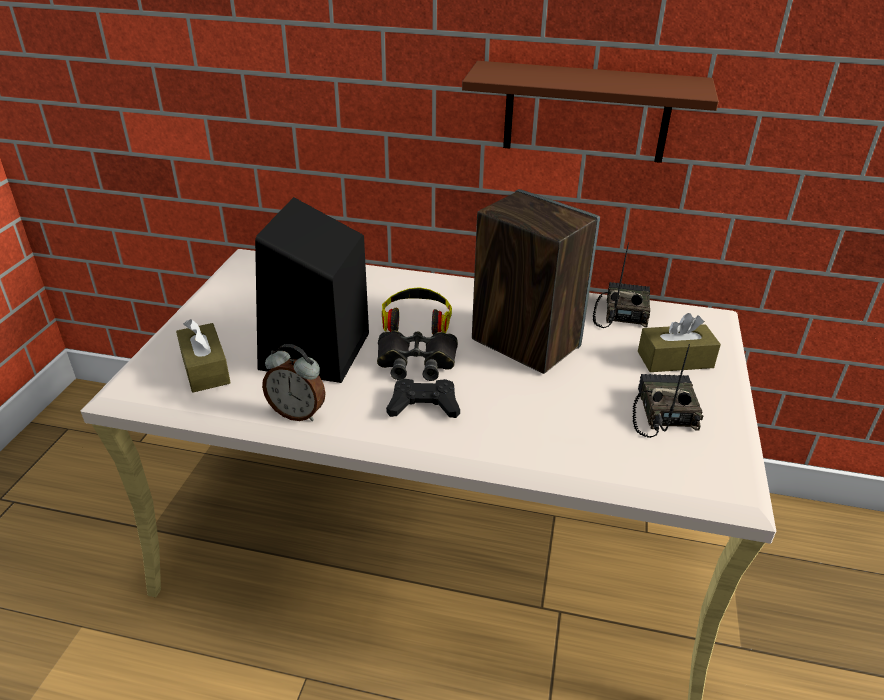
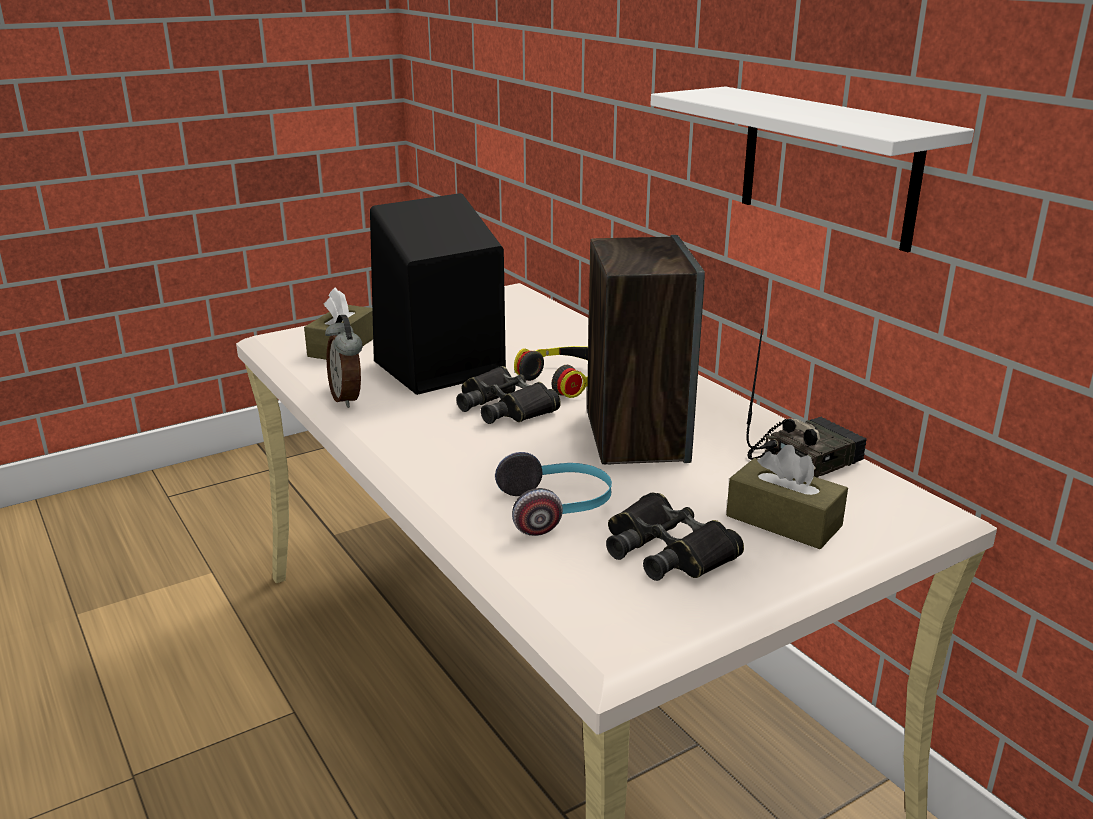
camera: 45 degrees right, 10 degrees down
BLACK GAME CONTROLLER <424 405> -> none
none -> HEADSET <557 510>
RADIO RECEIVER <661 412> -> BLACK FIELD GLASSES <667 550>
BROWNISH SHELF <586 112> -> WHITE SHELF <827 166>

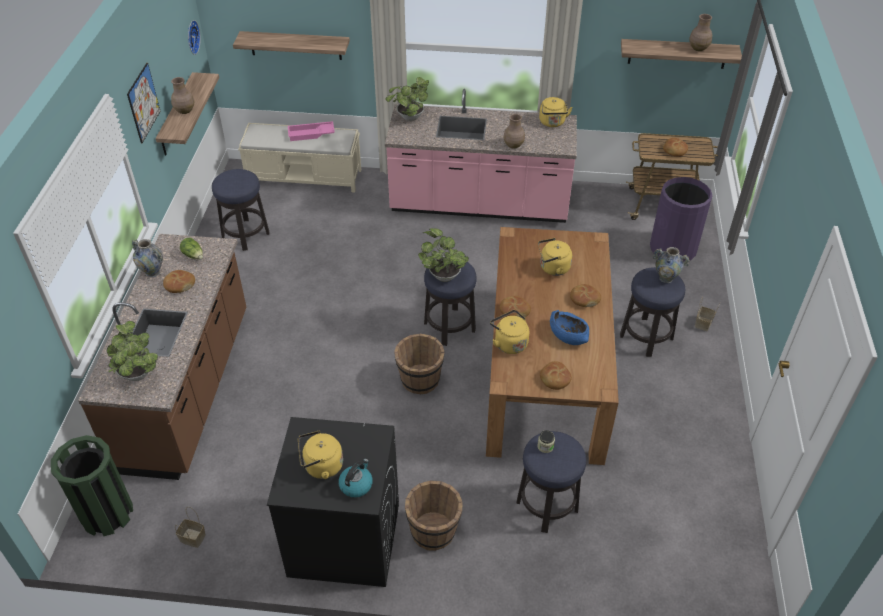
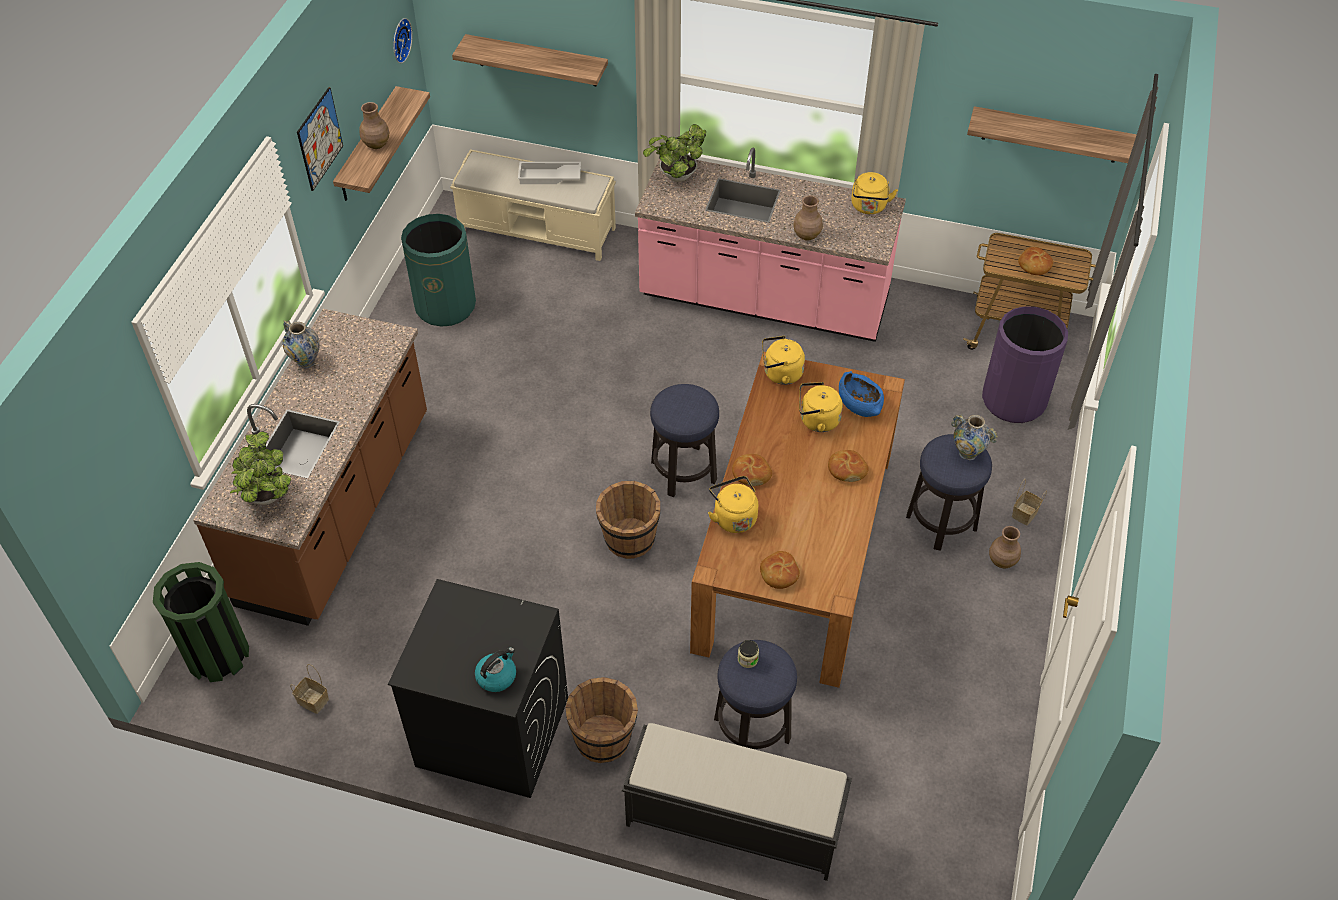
camera: 10 degrees right, 5 degrees up
BAKED BREAD <179 285> -> none
LETTUCE <194 255> -> none
POTTED PLANT <443 275> -> none
none -> BLACK INDOOR BENCH <732 821>
YELLOW-COLOURED TEA KETTLE <321 466> -> YELLOW-COLOURED TEA KETTLE <780 374>, move
BLUE DEEP DISH <567 335> -> BLUE DEEP DISH <859 403>, move
BROWNISH VASE <698 48> -> BROWNISH VASE <1001 561>, move
STOOL <245 235> -> GREEN RUBBISH BIN <445 305>
PINK SERVING TRAY <311 134> -> WHITE SERVING TRAY <549 177>

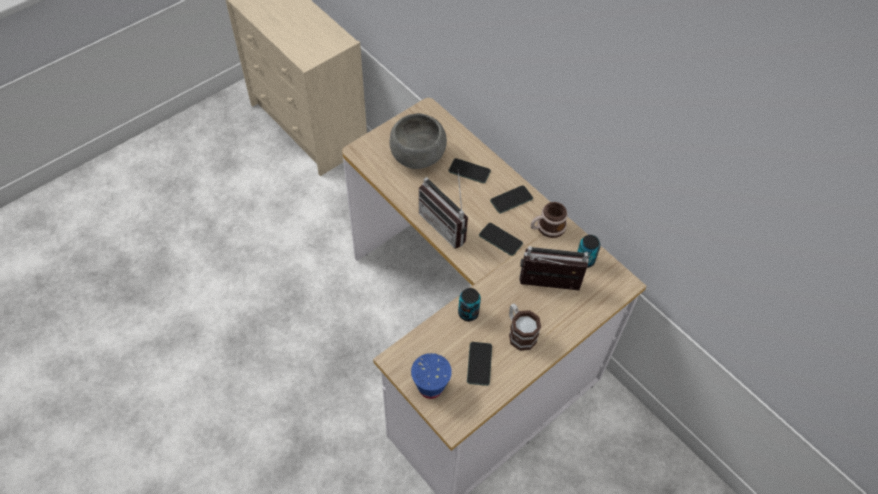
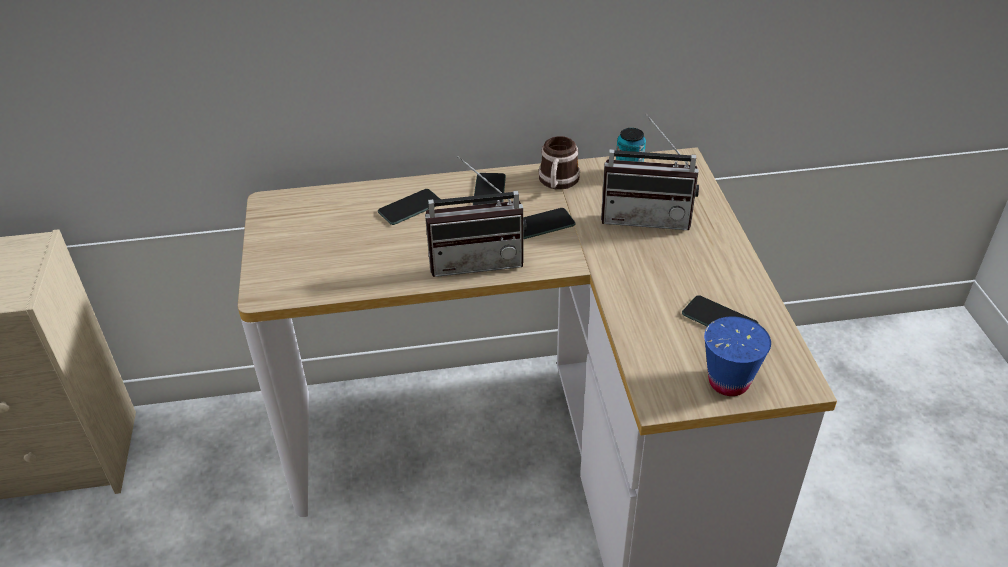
camera: 55 degrees left, 15 degrees down
GREY DEEP DISH <417 156> -> none
CAN <468 313> -> none
MUG <519 333> -> none
RADIO RECEIVER <548 288> -> RADIO RECEIVER <647 216>, 120 degrees counterclockwise

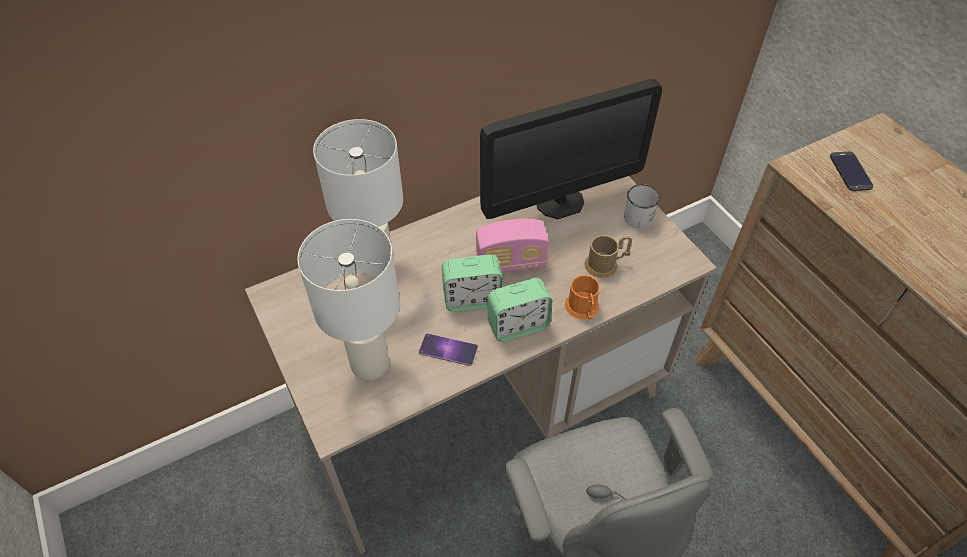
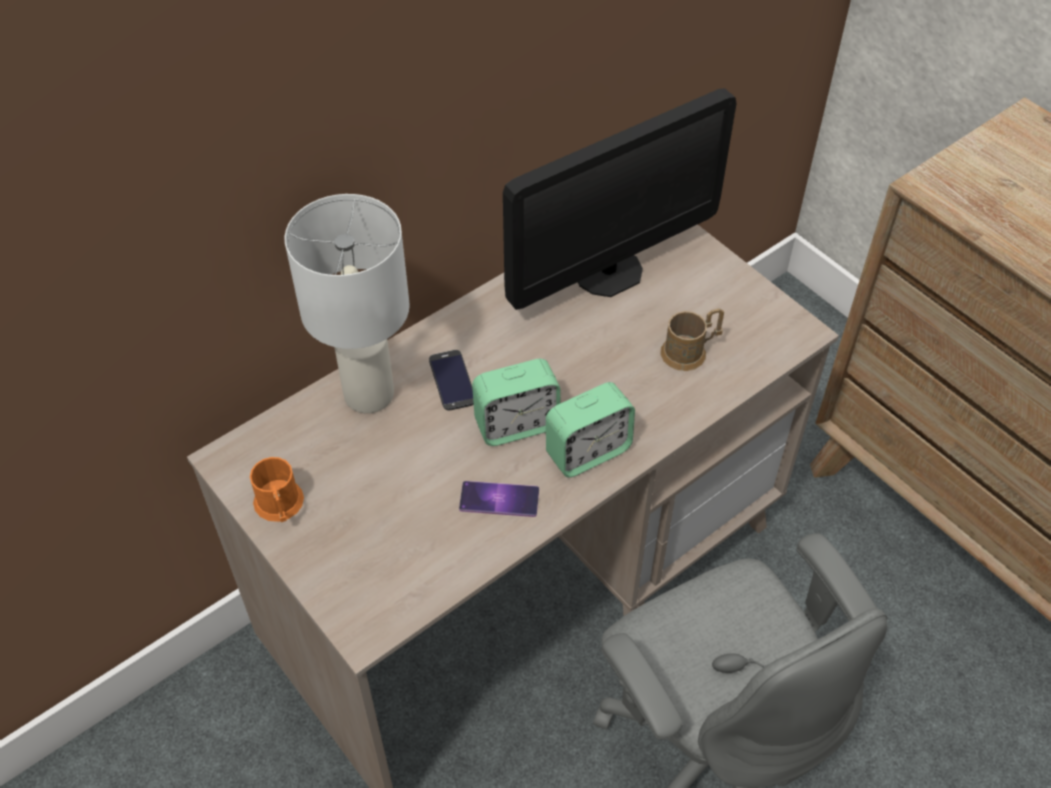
camera: 10 degrees left, 0 degrees up
WHITE TABLETOP LAMP <370 364> -> none
RADIO RECEIVER <510 263> -> none
WHITE MUG <638 214> -> none
ORANGE-COLOURED MUG <583 309> -> ORANGE-COLOURED MUG <280 506>, move
HANDSET <850 171> -> HANDSET <452 380>, move

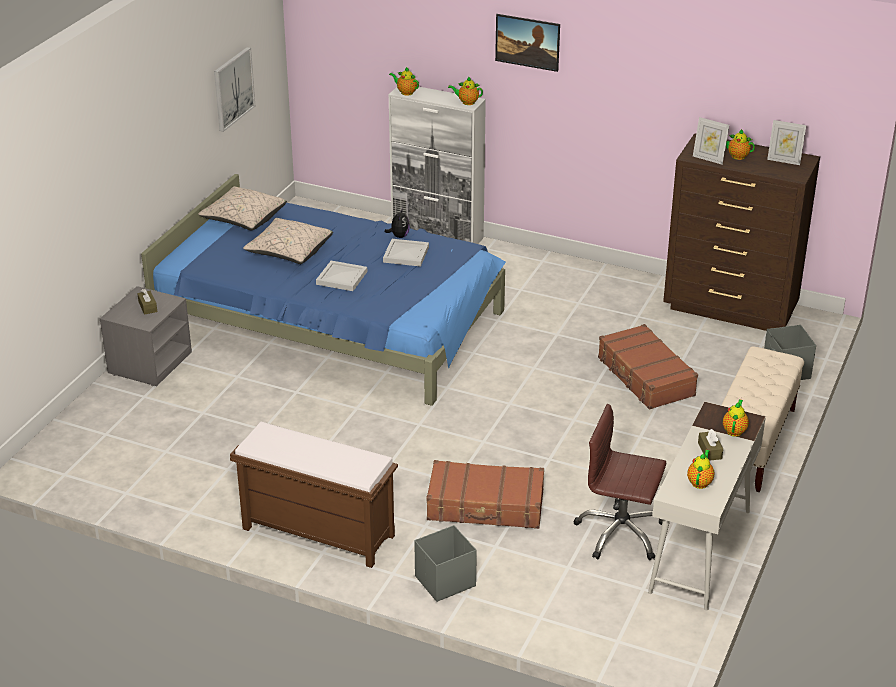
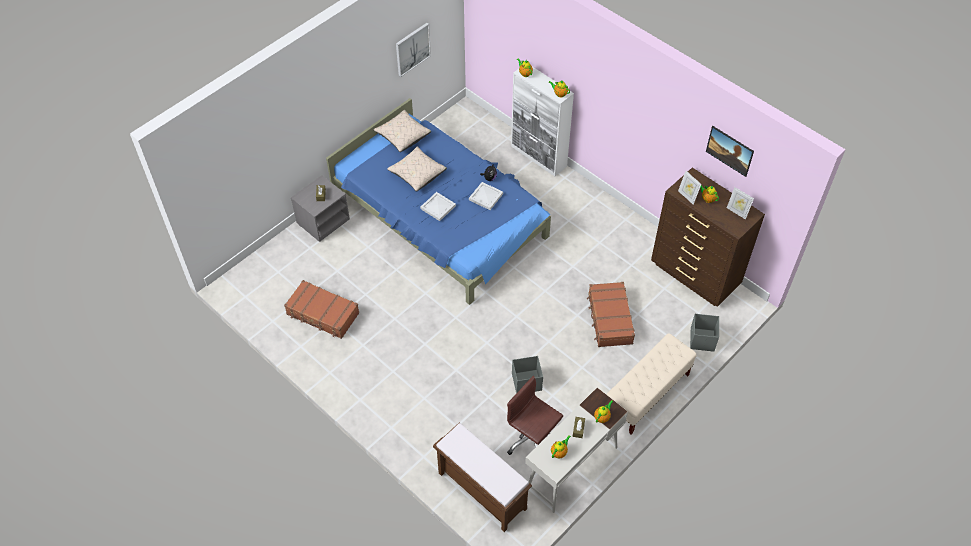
camera: 20 degrees right, 20 degrees up
BROWNISH INDOOR BENCH <316 532> -> BROWNISH INDOOR BENCH <481 490>, move
GREY STORAGE CONTAINER <444 581> -> GREY STORAGE CONTAINER <526 382>, move
BROWNISH TRAVEL CASE <486 506> -> BROWNISH TRAVEL CASE <323 314>, move
WALL PICTURE <527 54> -> WALL PICTURE <728 157>, move

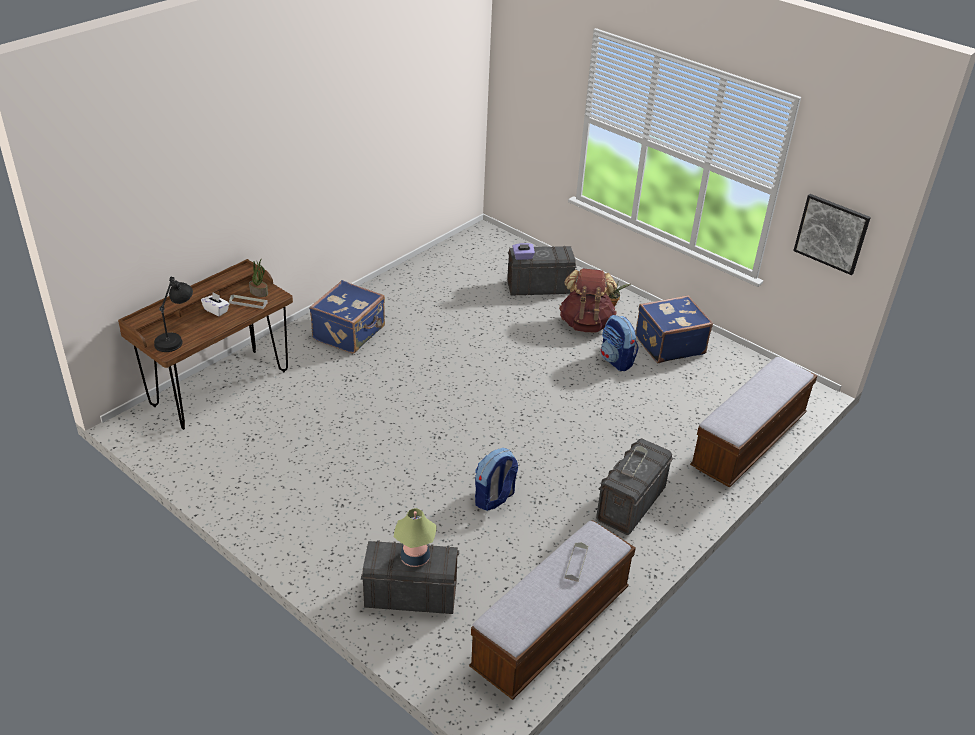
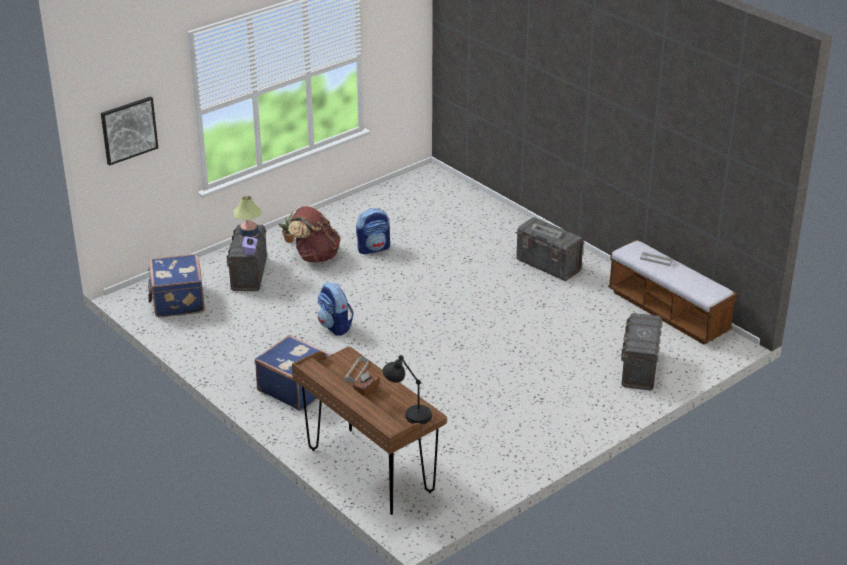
camera: 80 degrees left, 5 degrees down
POTTED PLANT <259 292> -> none
INDOOR BENCH <748 442> -> none
TABLETOP LAMP <415 557> -> TABLETOP LAMP <249 235>, move
BACKPACK <494 499> -> BACKPACK <335 326>, move
BLUE TRAVEL CASE <668 344> -> BLUE TRAVEL CASE <177 302>, move
WALL PICTURE <831 233> -> WALL PICTURE <129 130>, move
WHITE TISSUE HOLDER <216 310> -> BROWNISH TISSUE HOLDER <366 390>

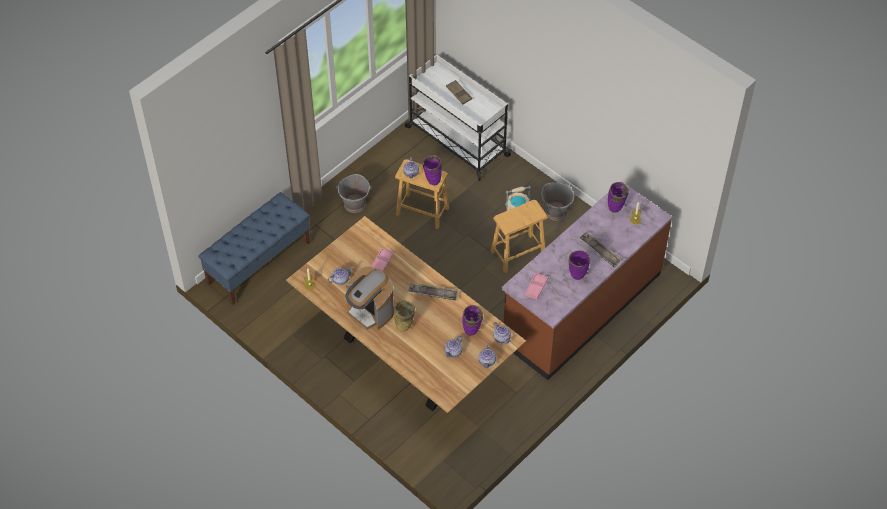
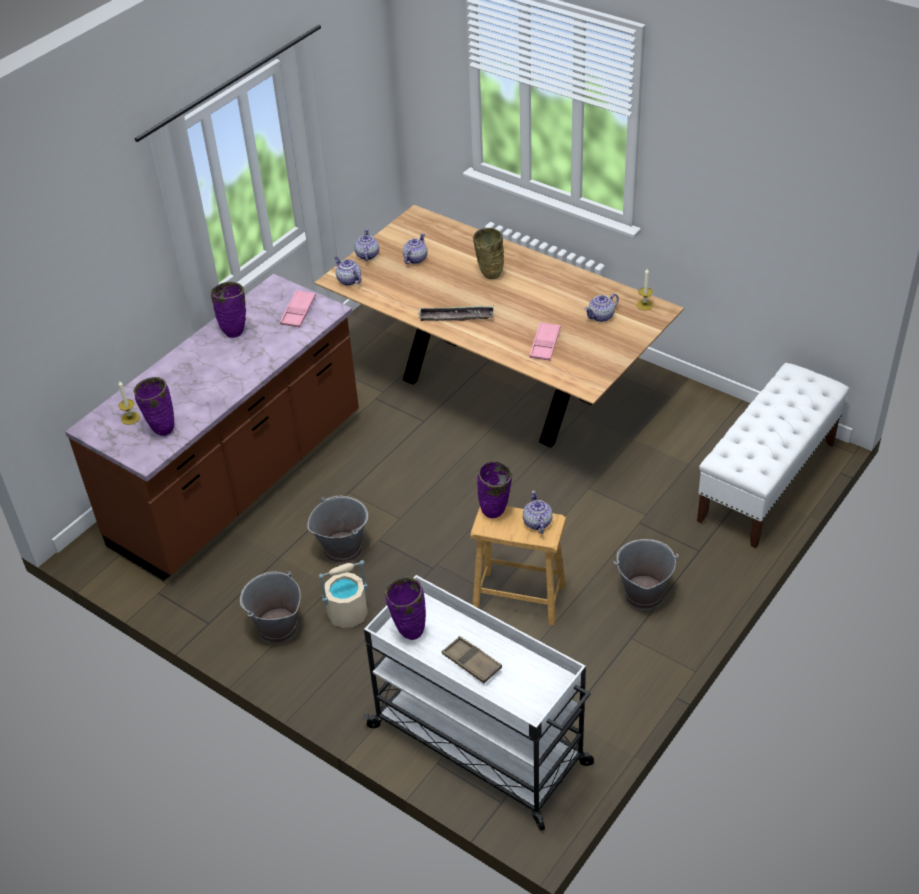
camera: 175 degrees right, 10 degrees down
COFFEE MACHINE <370 311> -> none
SERVING TRAY <600 251> -> none
PURPLE VASE <471 332> -> PURPLE VASE <409 631>, move
BROWNISH STOOL <518 253> -> GREY WATER BUCKET <343 549>
BLUE INDOOR BENCH <259 262> -> WHITE INDOOR BENCH <767 482>

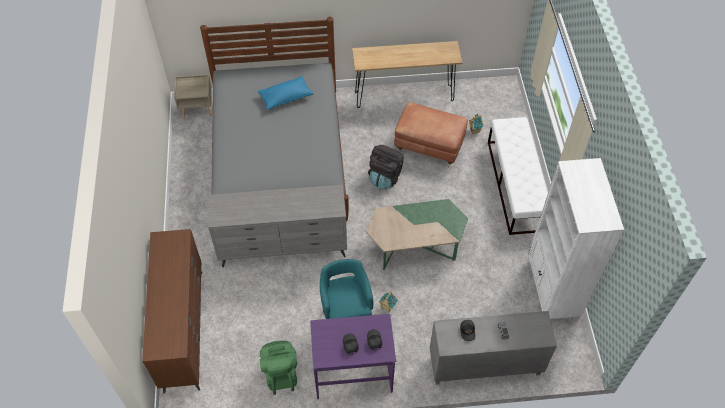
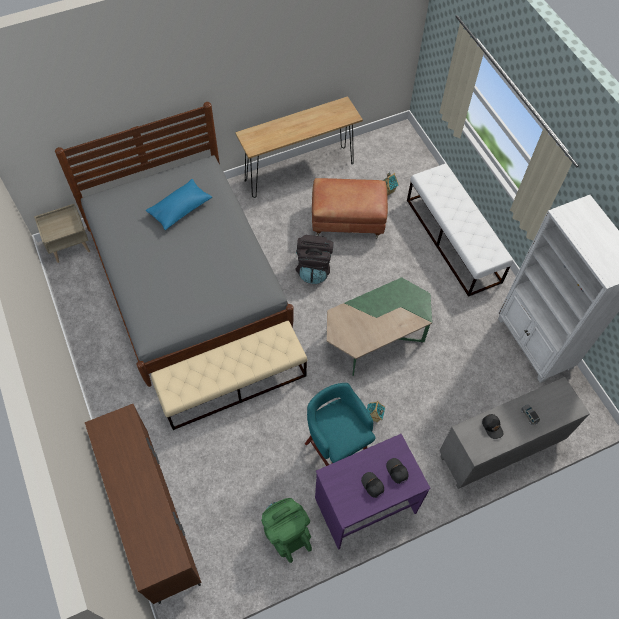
camera: 20 degrees left, 5 degrees up
GREY DRAWER CHEST <284 248> -> BEIGE-COLOURED INDOOR BENCH <233 384>

